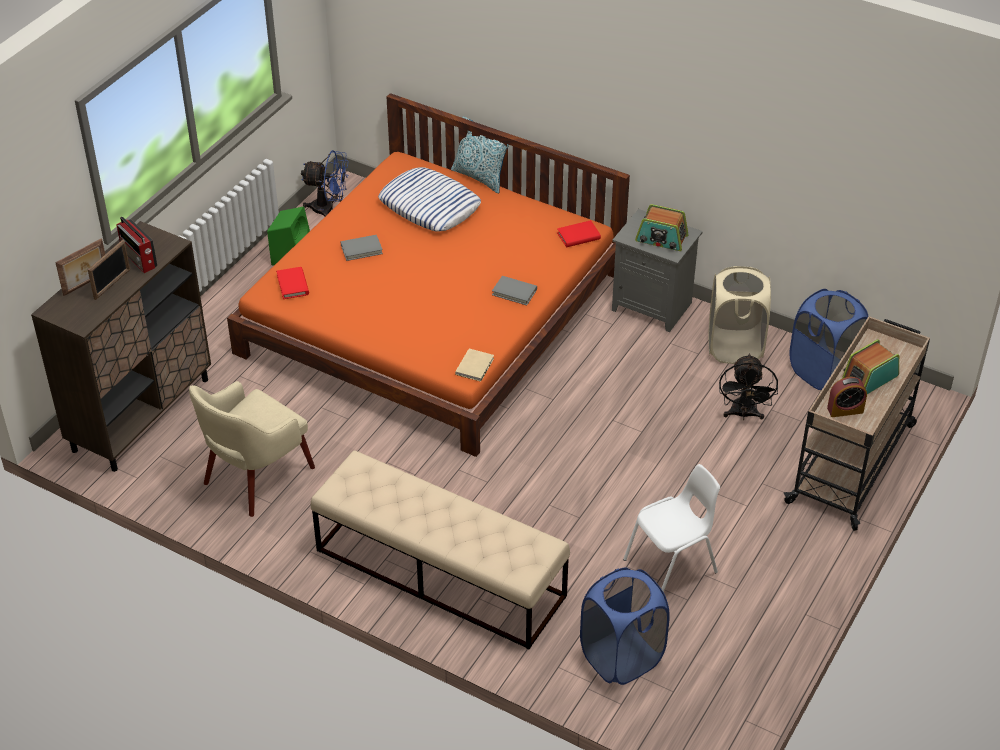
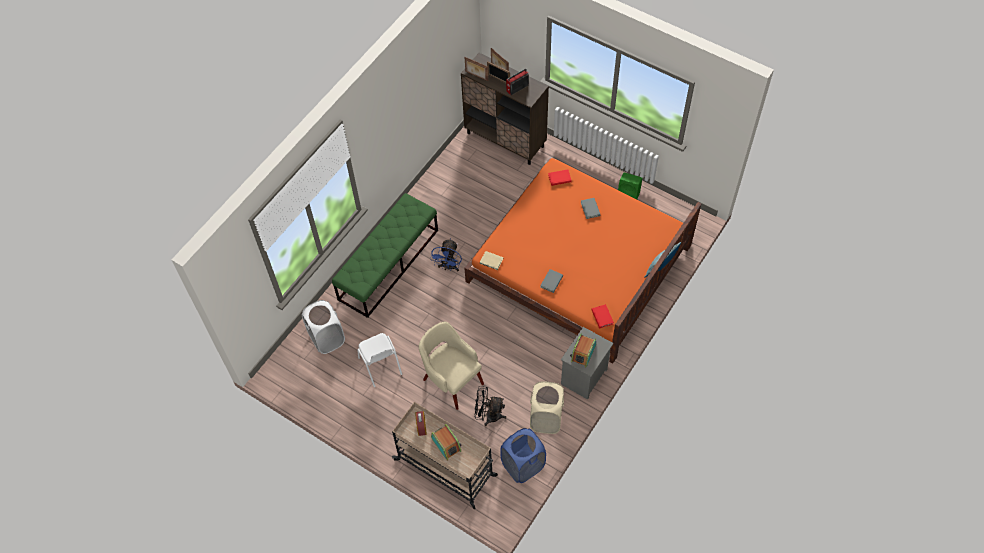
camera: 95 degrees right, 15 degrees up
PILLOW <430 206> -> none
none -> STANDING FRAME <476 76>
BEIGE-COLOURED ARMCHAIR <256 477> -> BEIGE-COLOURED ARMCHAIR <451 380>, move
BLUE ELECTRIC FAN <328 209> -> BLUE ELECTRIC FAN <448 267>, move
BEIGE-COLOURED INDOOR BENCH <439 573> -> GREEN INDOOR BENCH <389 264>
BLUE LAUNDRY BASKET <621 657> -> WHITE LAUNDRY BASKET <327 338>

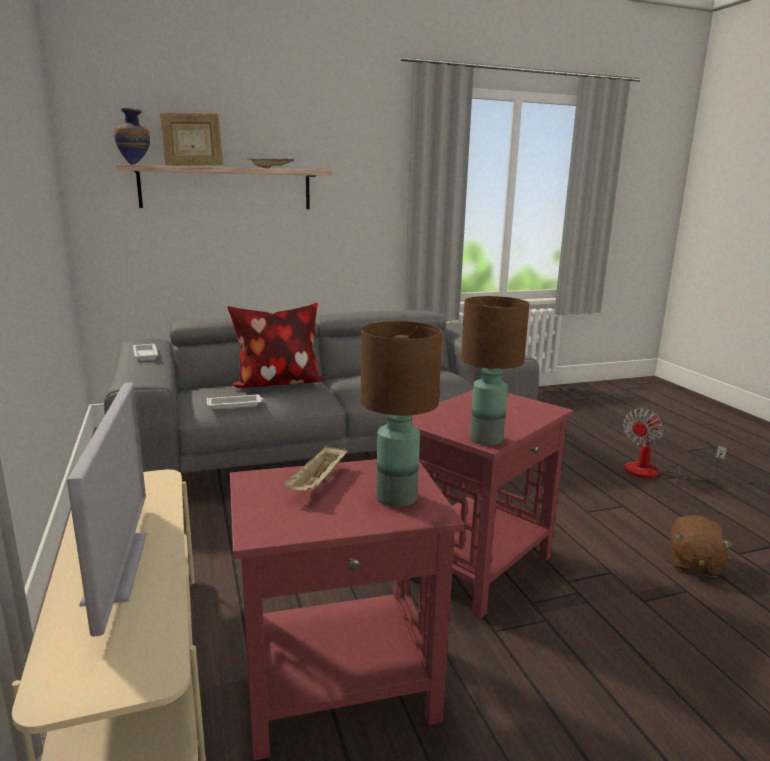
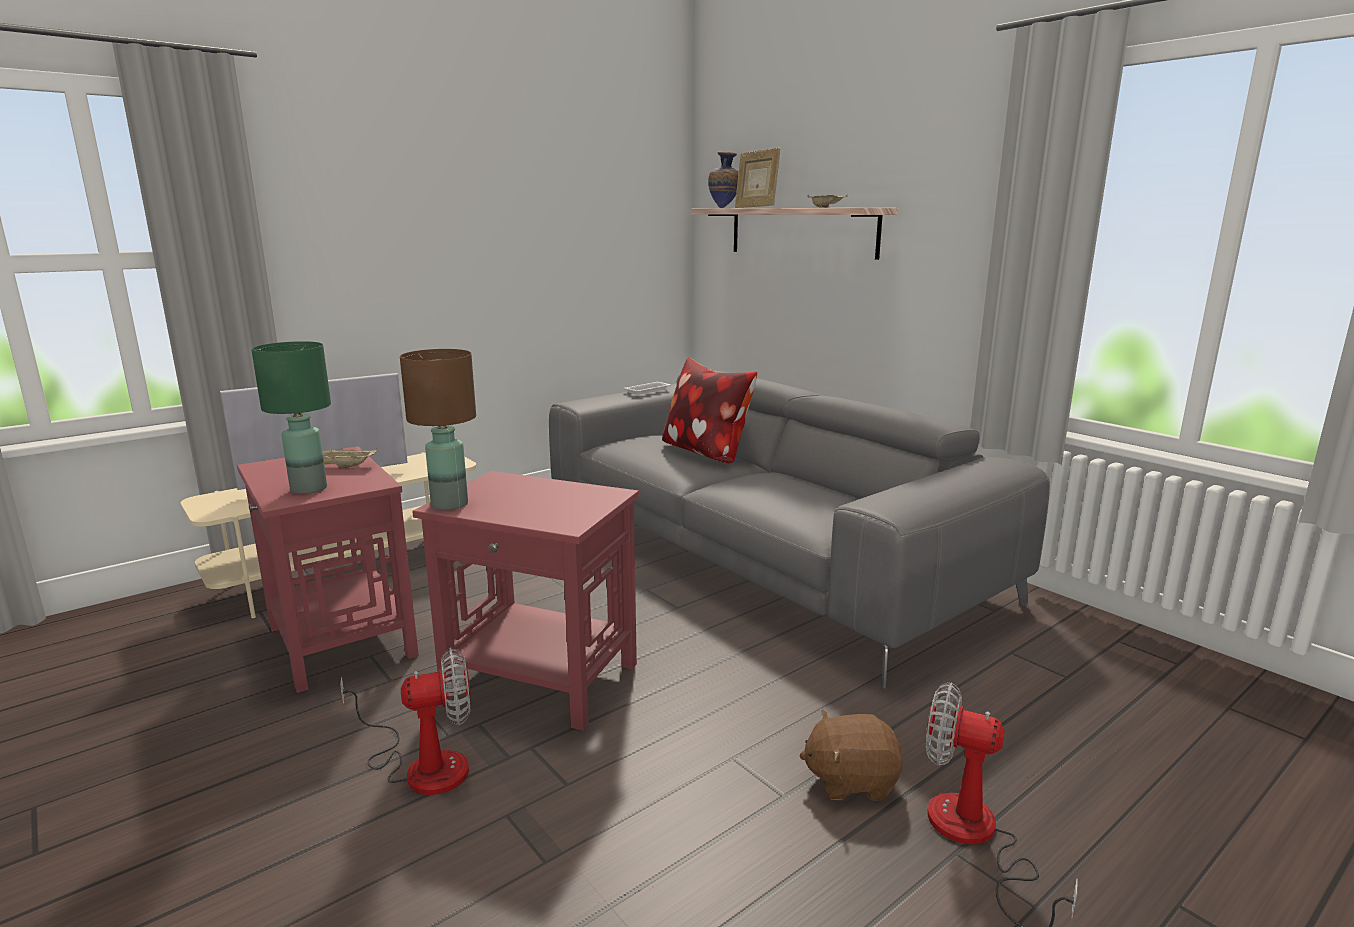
camera: 70 degrees right, 0 degrees up
WHITE SERVING TRAY <235 404> -> none
none -> ELECTRIC FAN <422 765>
BROWNISH PLUSH TOY <693 563> -> BROWNISH PLUSH TOY <850 780>, move
BROWNISH TABLETOP LAMP <397 498> -> GREEN TABLETOP LAMP <307 489>

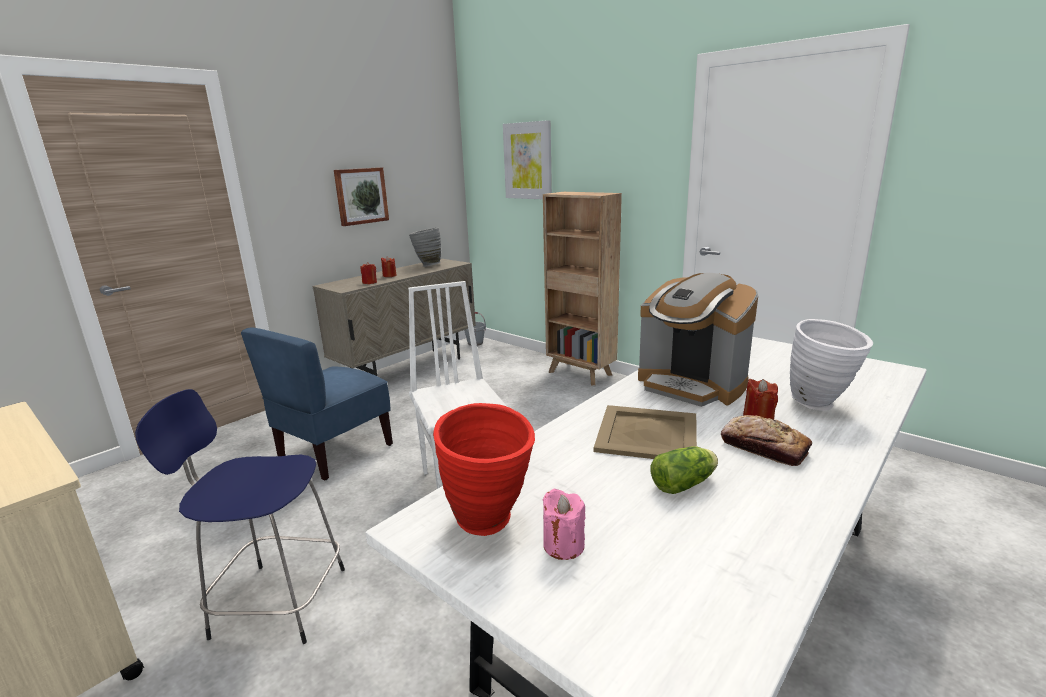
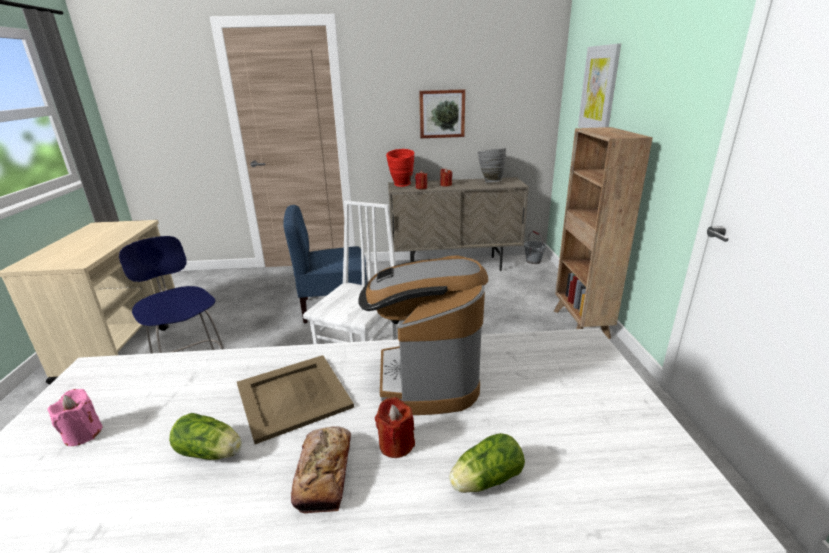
camera: 45 degrees right, 5 degrees up
RED-COLOURED VASE <491 525> -> RED-COLOURED VASE <401 185>, move
WHITE VASE <821 405> -> LETTUCE <484 480>

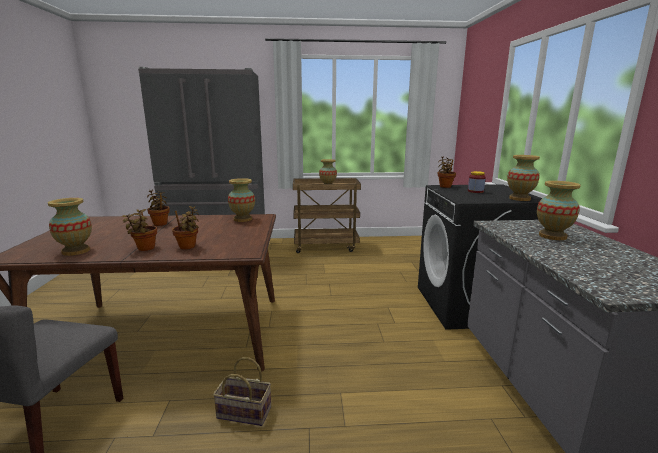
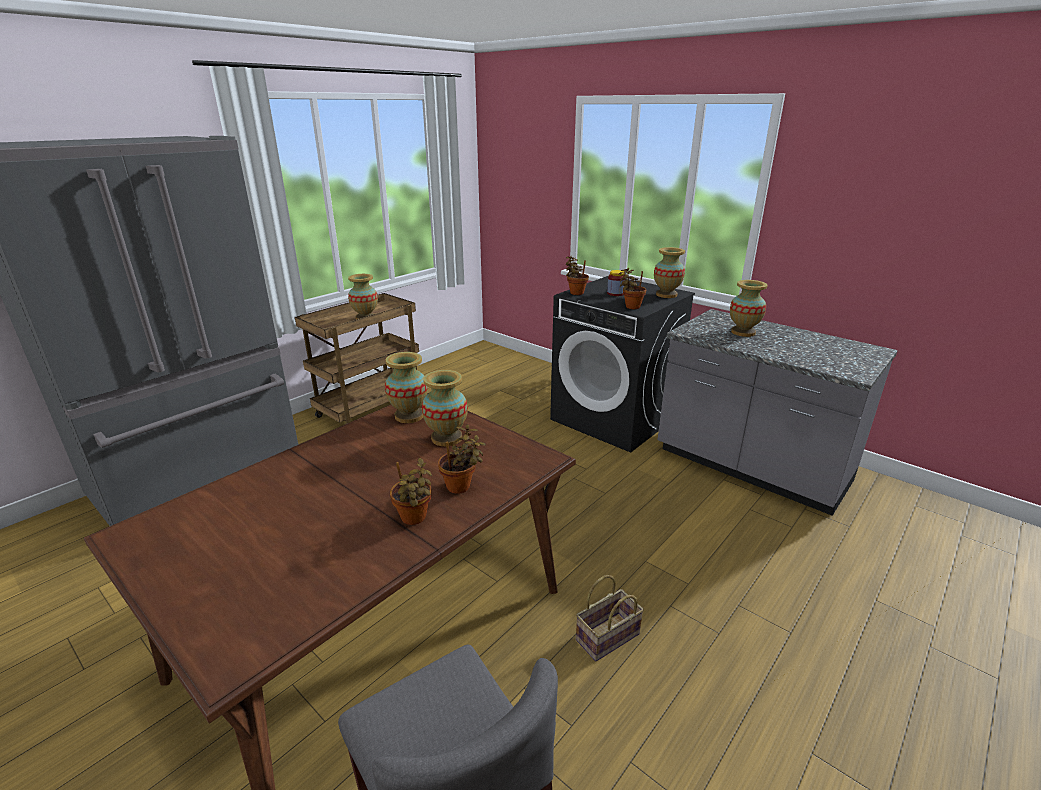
camera: 45 degrees left, 10 degrees up
VASE <76 251> -> VASE <446 438>, move
POTTED PLANT <160 223> -> POTTED PLANT <631 306>, move

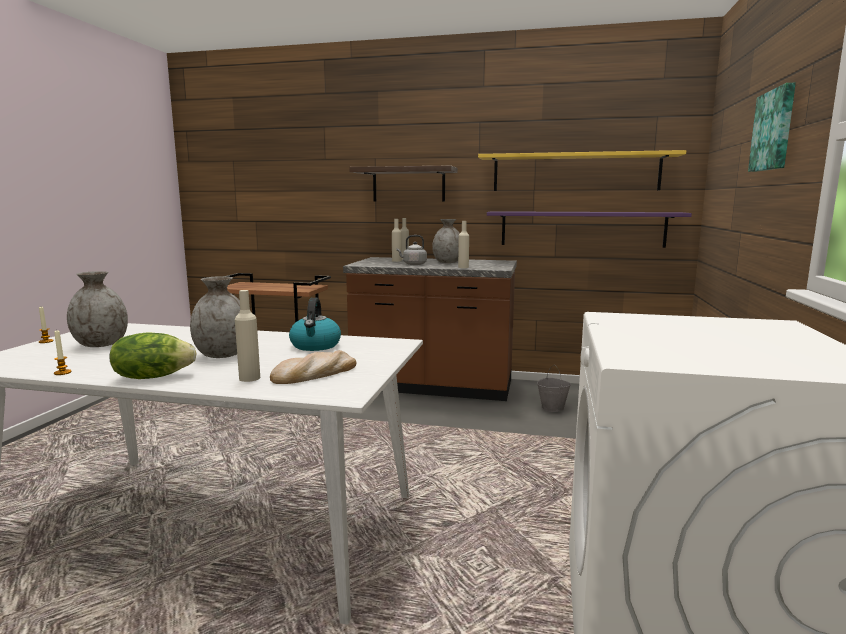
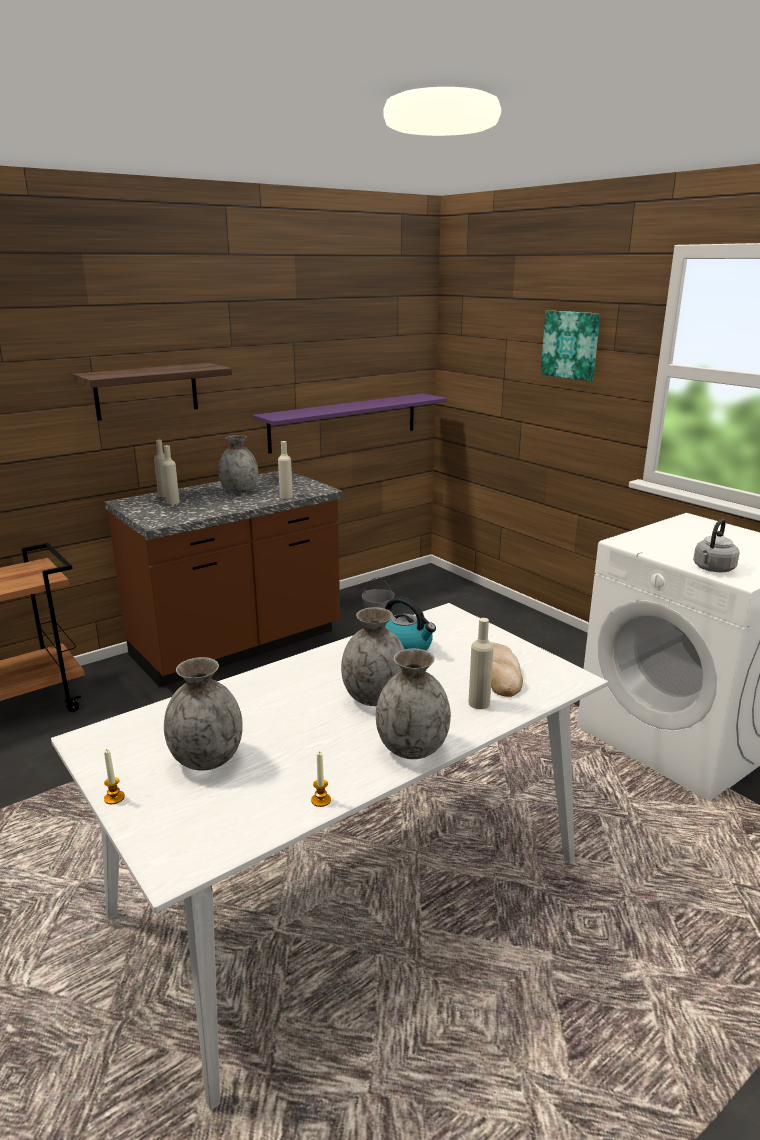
camera: 50 degrees left, 10 degrees up
YELLOW-COLOURED SHELF <575 172> -> none
GREY TEA KETTLE <413 264> -> GREY TEA KETTLE <712 569>, move
LETTUCE <153 376> -> GREY VASE <411 748>

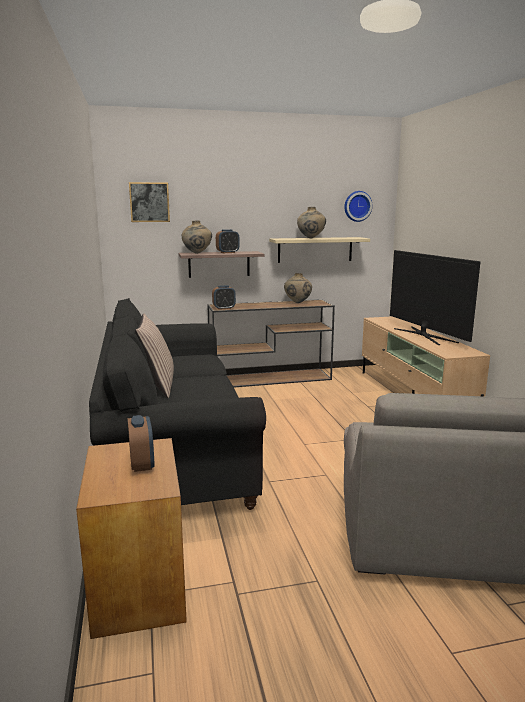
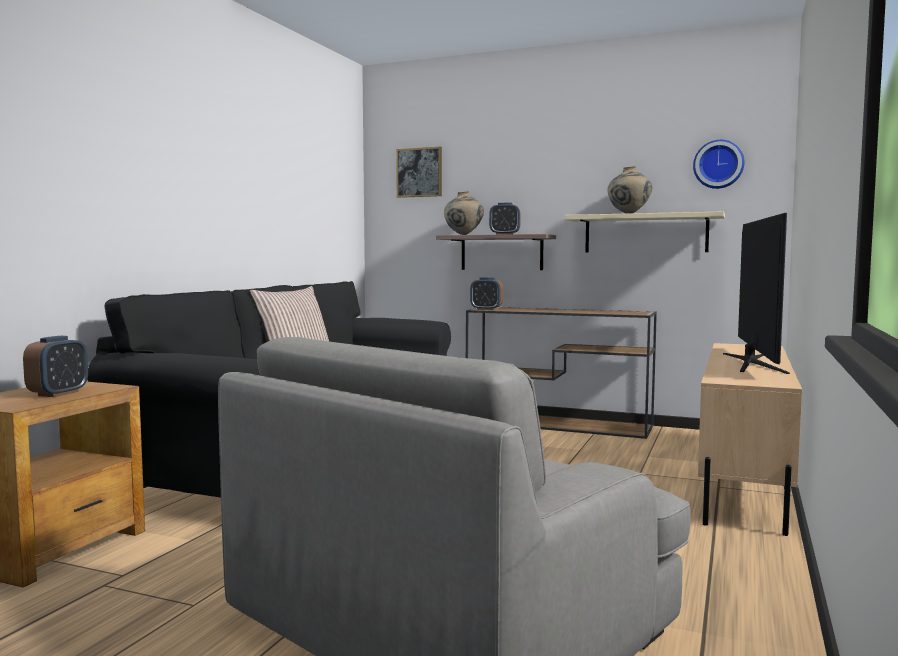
camera: 35 degrees right, 10 degrees down
BEIGE-COLOURED VASE <297 303> -> none

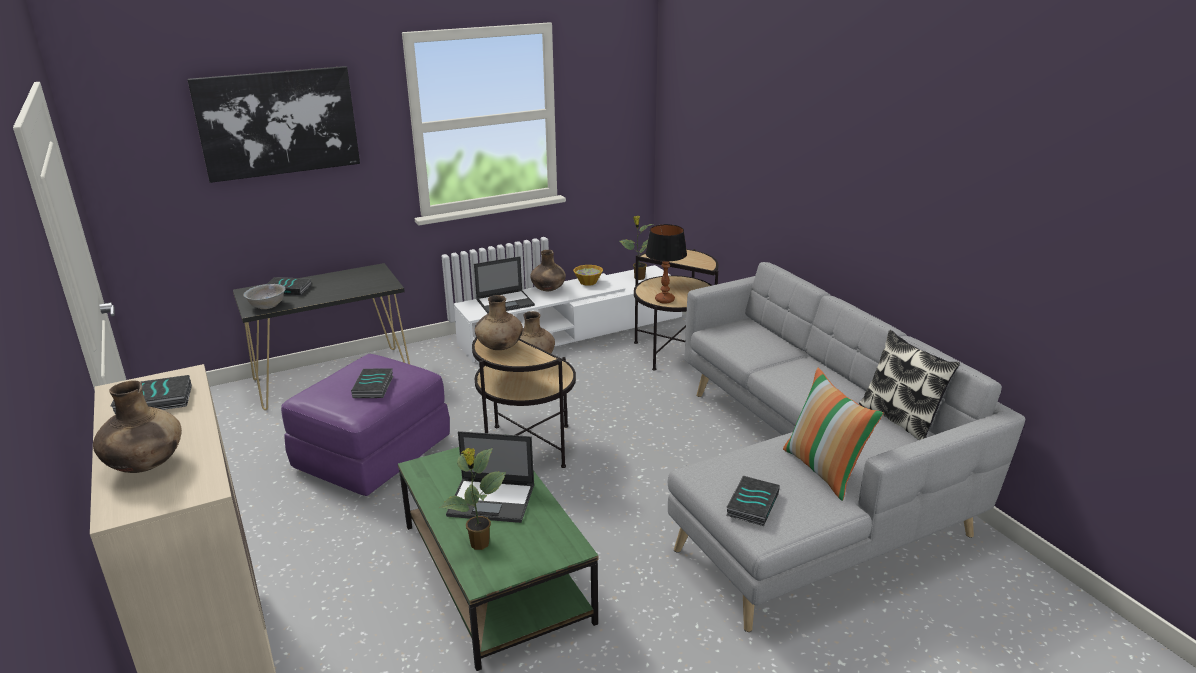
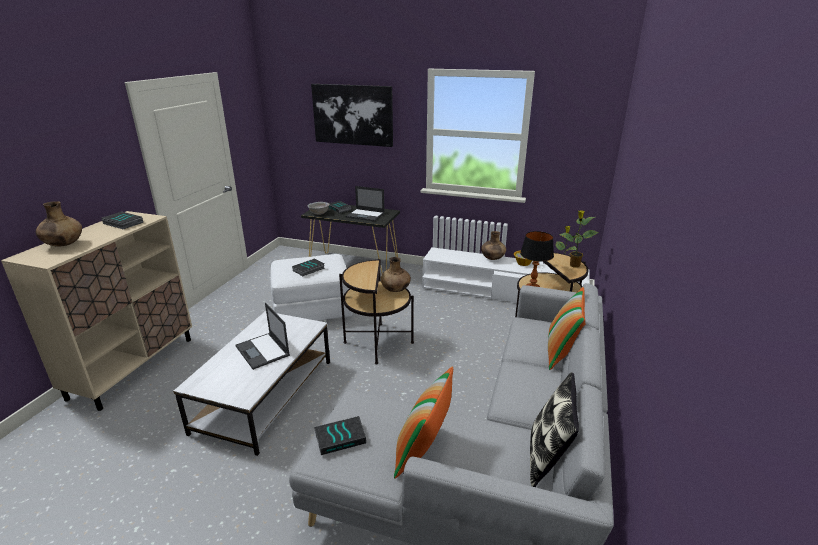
camera: 45 degrees right, 0 degrees up
BROWNISH VASE <499 347> -> none
none -> PILLOW <562 353>
POTTED PLANT <479 544> -> POTTED PLANT <574 265>, move
PORTABLE COMPUTER <505 302> -> PORTABLE COMPUTER <365 215>, move
PURPLE OTTOMAN <373 453> -> WHITE OTTOMAN <313 308>
GREEN LOUNGE TABLE <496 573> -> WHITE LOUNGE TABLE <264 396>

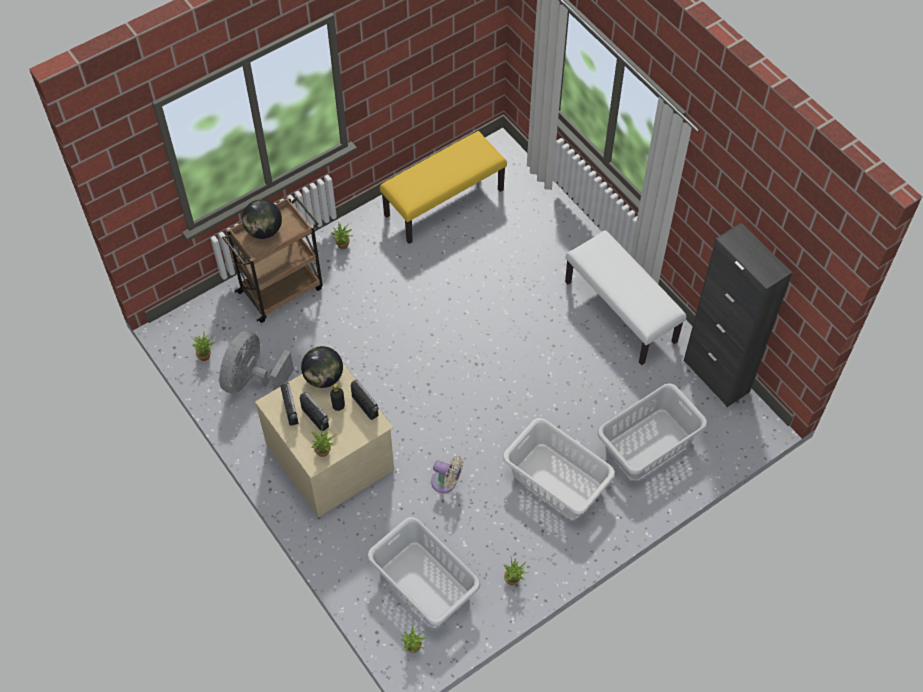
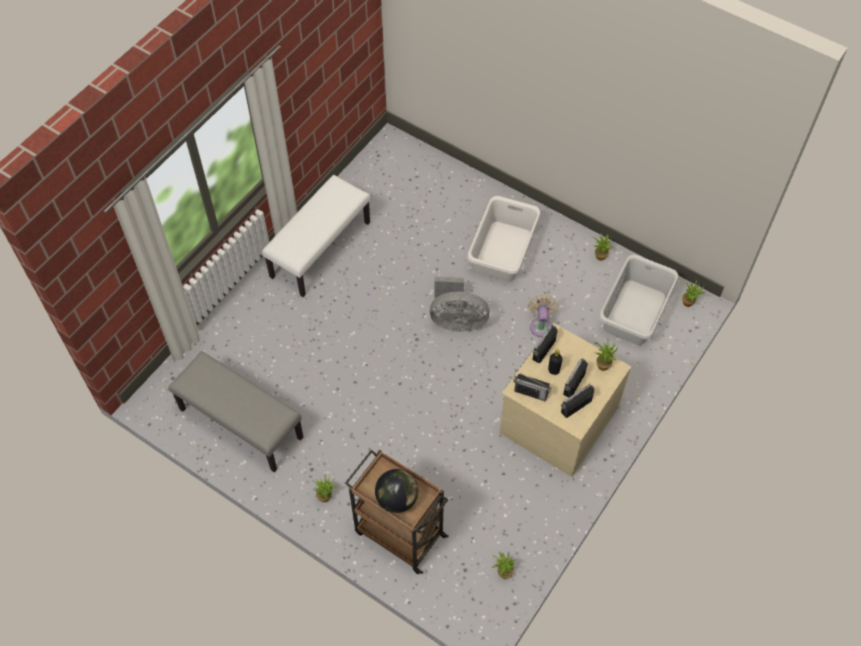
camera: 110 degrees left, 0 degrees up
GREY LAUNDRY BASKET <647 444> -> none
BLACK STORAGE CABINET <716 376> -> none
GREY ELECTRIC FAN <252 379> -> GREY ELECTRIC FAN <457 320>, move
GLOBE <323 377> -> RADIO RECEIVER <531 393>
YELLOW-COLOURED INDOOR BENCH <444 202> -> GREY INDOOR BENCH <240 424>

